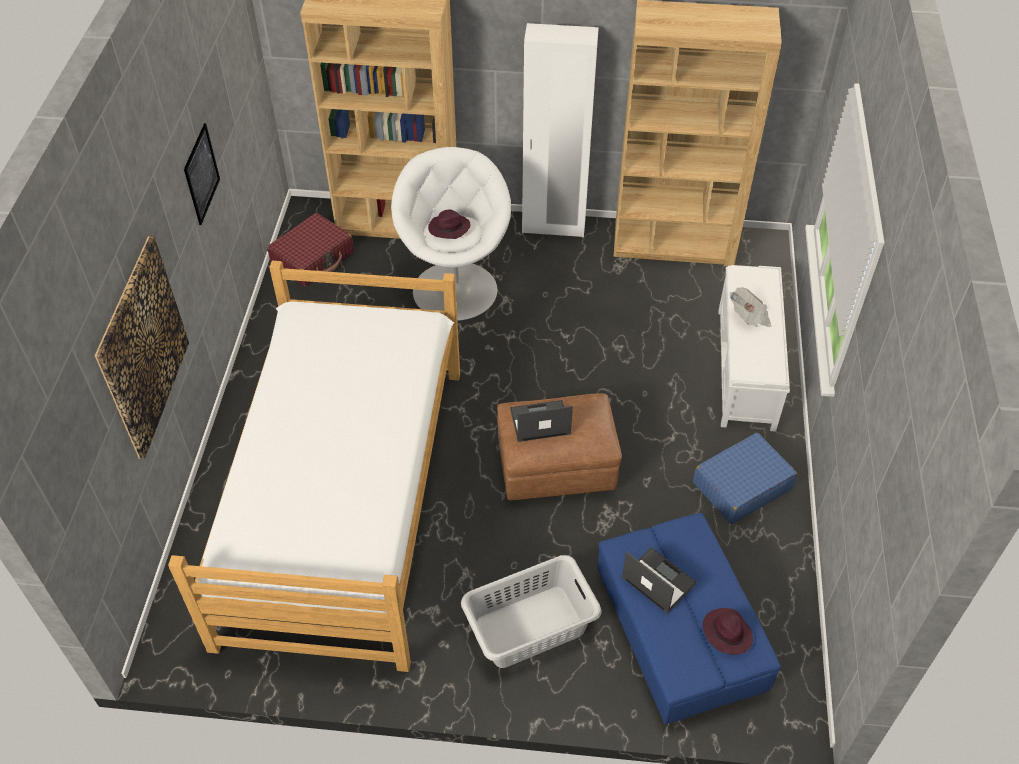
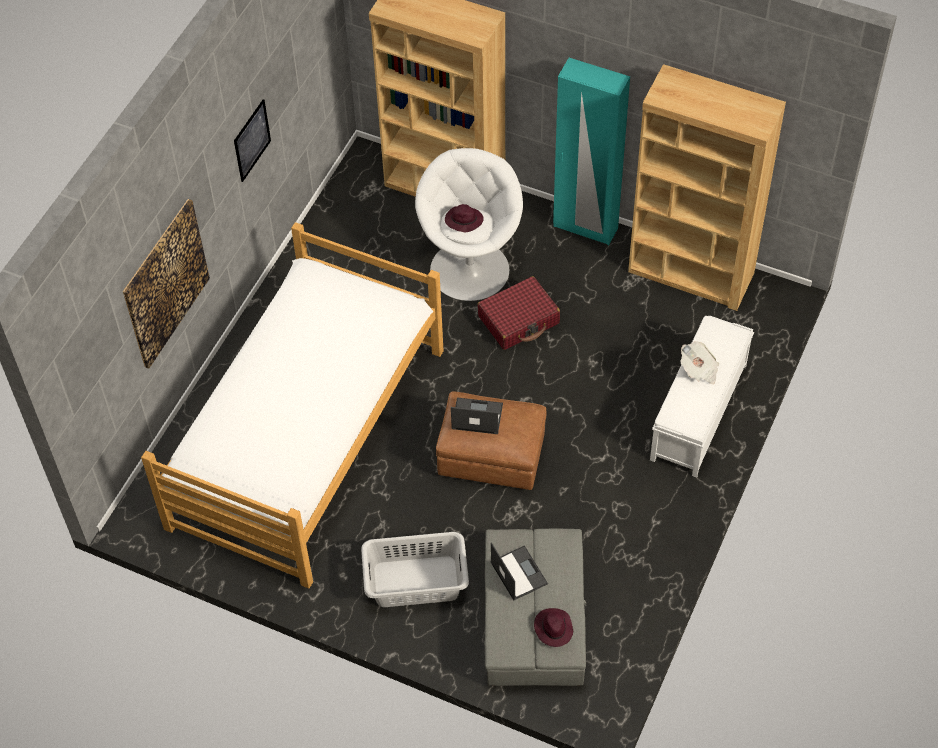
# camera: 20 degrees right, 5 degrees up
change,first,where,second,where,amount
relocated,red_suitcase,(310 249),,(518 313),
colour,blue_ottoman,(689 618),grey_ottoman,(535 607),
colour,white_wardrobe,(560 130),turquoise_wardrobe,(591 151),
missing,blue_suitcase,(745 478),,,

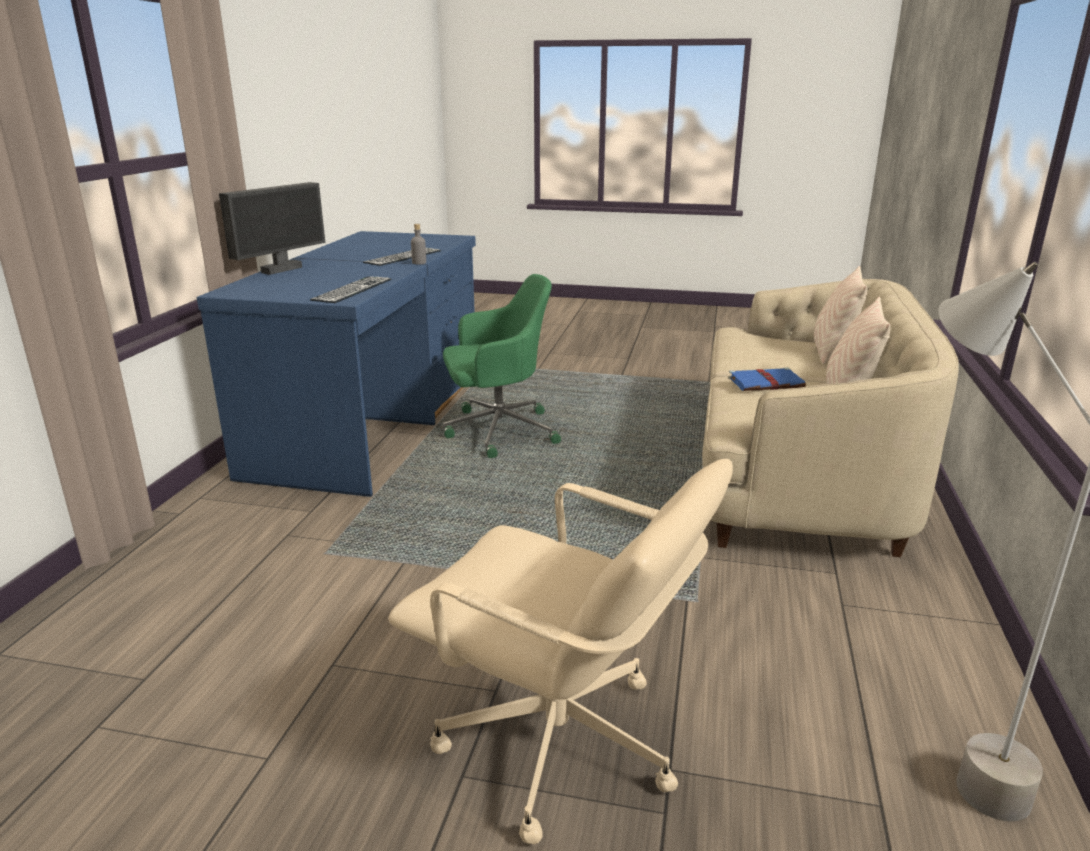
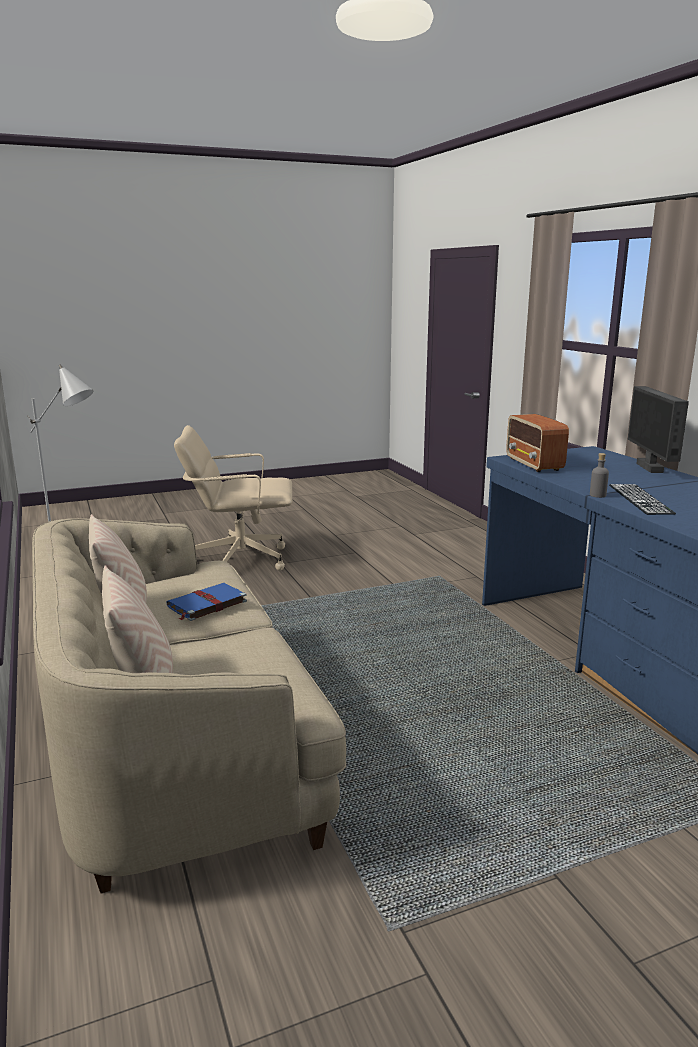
# camera: 145 degrees right, 5 degrees down
change,first,where,second,where,amount
exchanged,keyboard,(351 289),radio,(537 443),
missing,green_office_chair,(502 366),,,

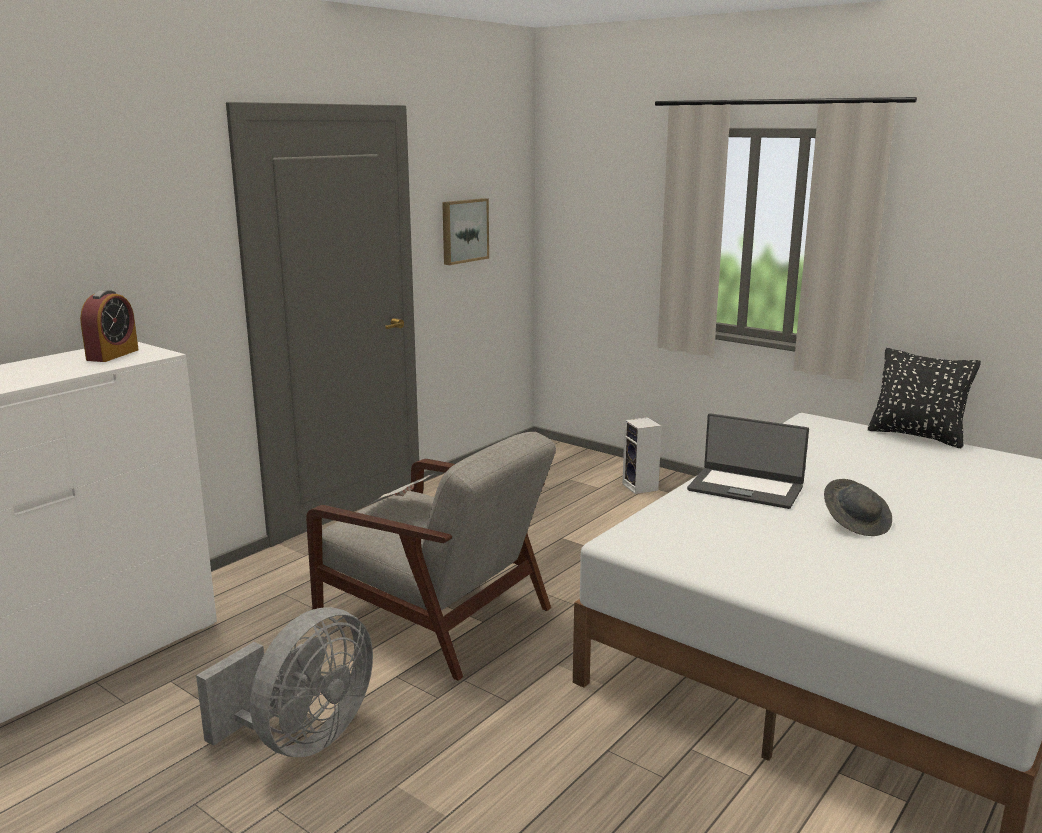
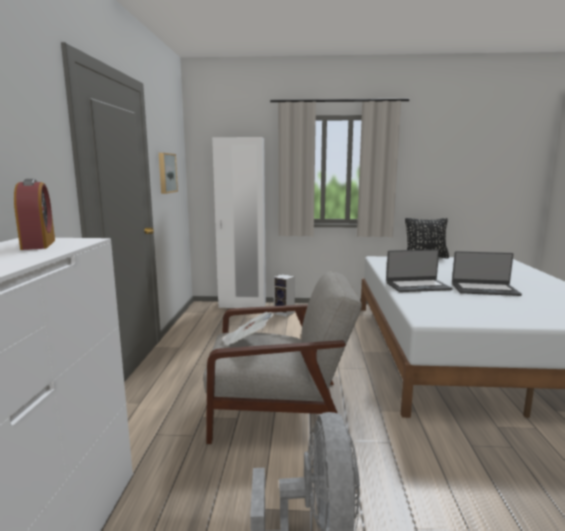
# camera: 35 degrees left, 5 degrees down
change,first,where,second,where,amount
appeared,,,white_wardrobe,(239 222),
exchanged,grey_hat,(858 507),laptop,(487 273),

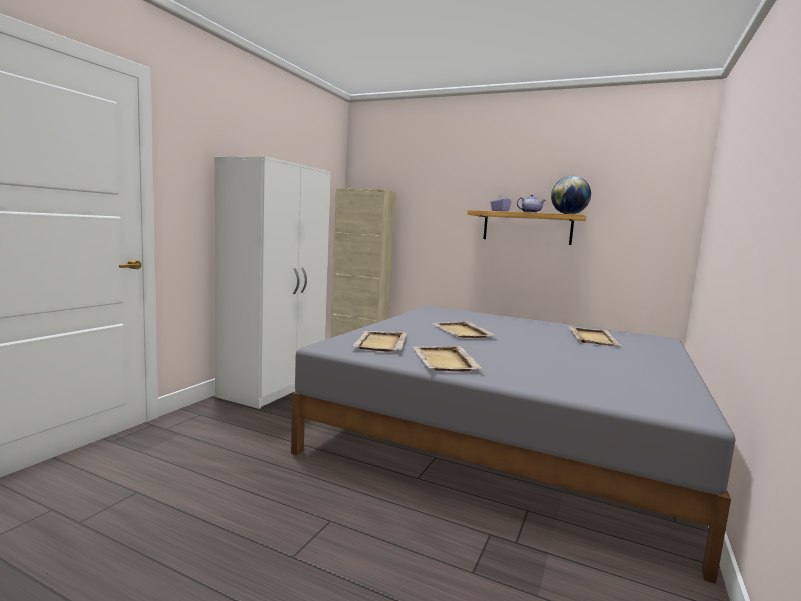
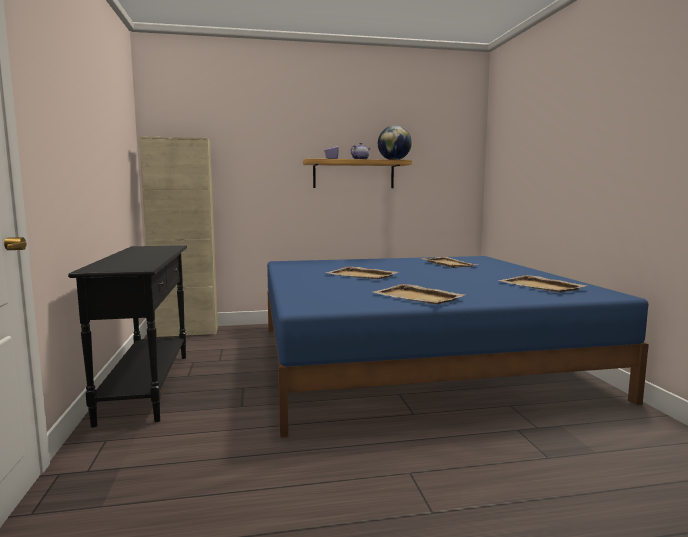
# camera: 35 degrees left, 0 degrees up
change,first,where,second,where,amount
exchanged,white_wardrobe,(273 282),black_console_table,(127 336),
colour,grey_bed,(513 445),blue_bed,(458 346),
relocated,beige_tray,(379 341),,(543 283),

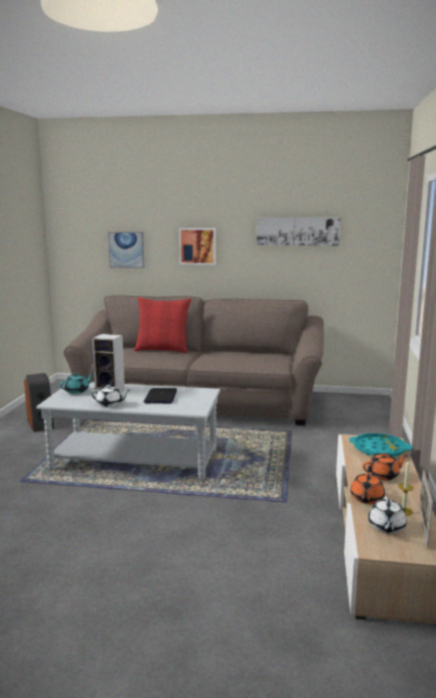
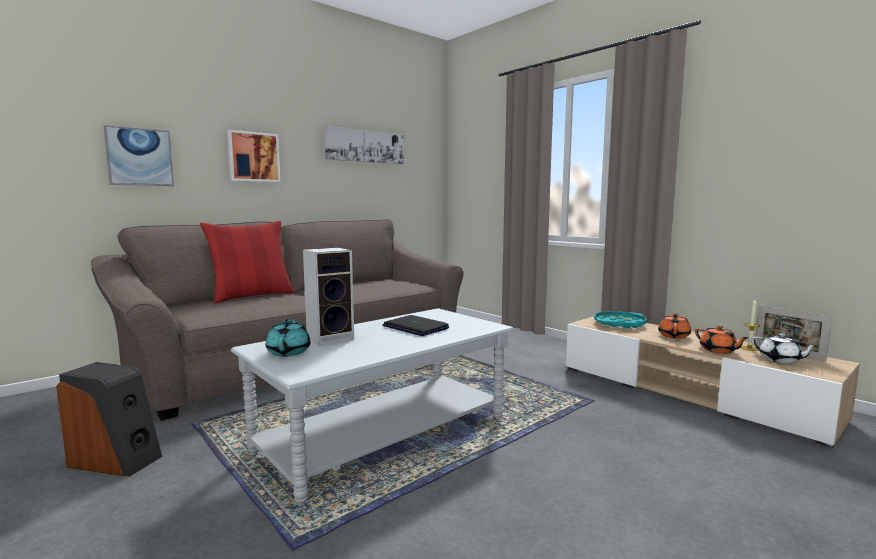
# camera: 50 degrees left, 5 degrees down
change,first,where,second,where,amount
missing,white_teapot,(110 396),,,

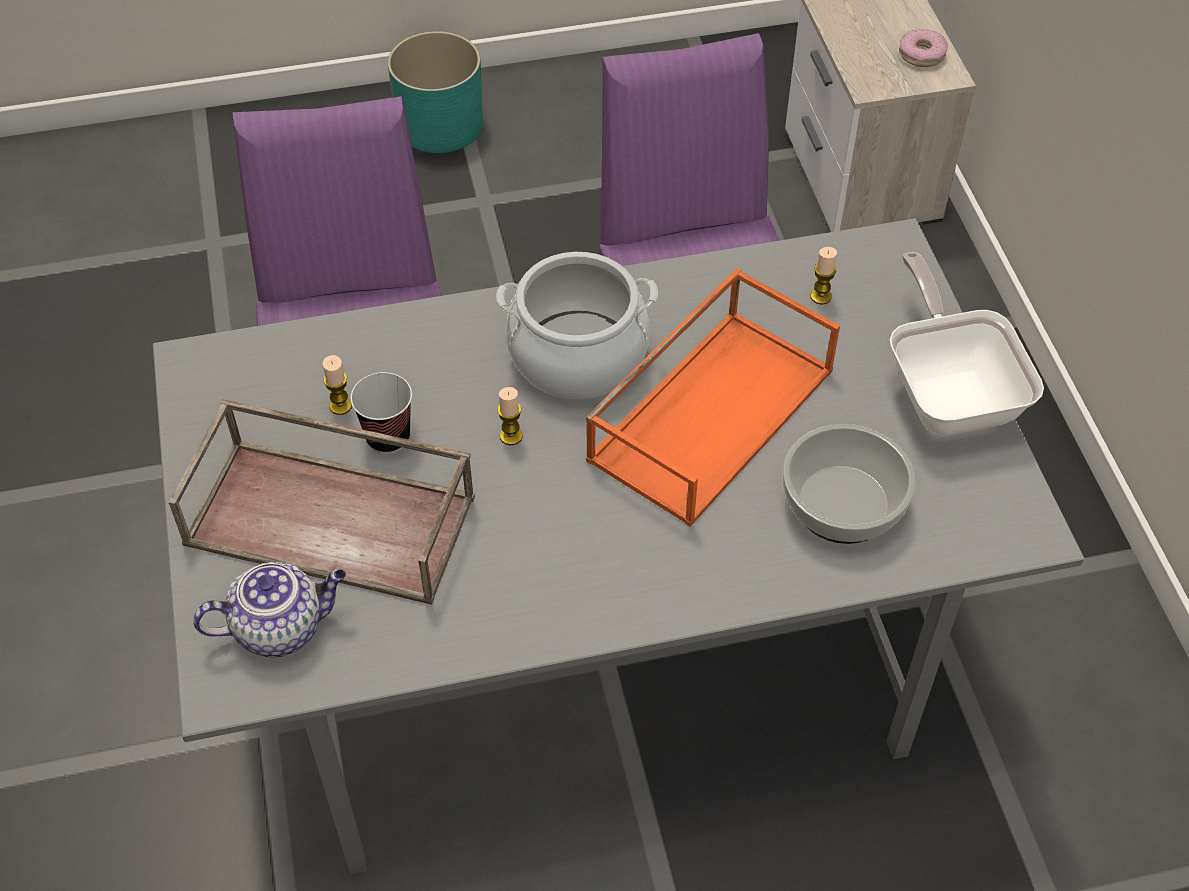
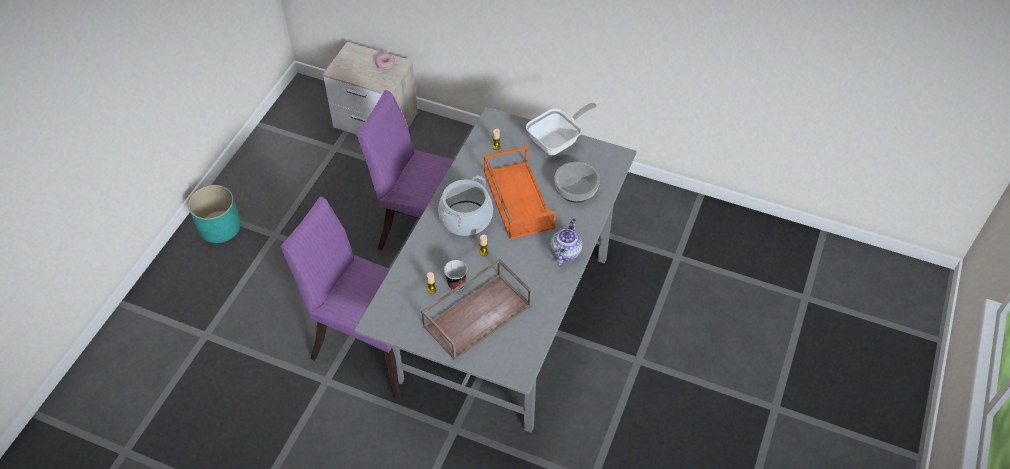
# camera: 55 degrees left, 0 degrees up
change,first,where,second,where,amount
spun,frying_pan,(967 344),,(561 129),120 degrees clockwise
relocated,teapot,(269 609),,(566 242),

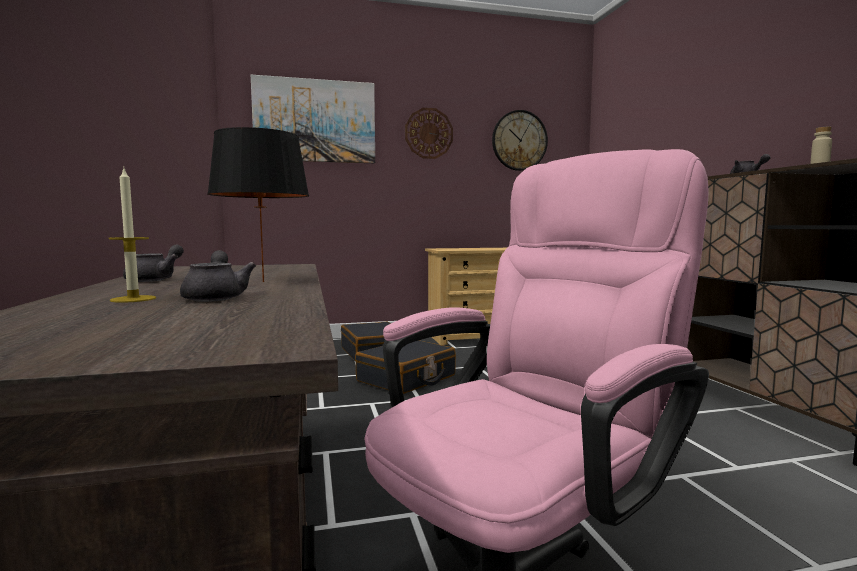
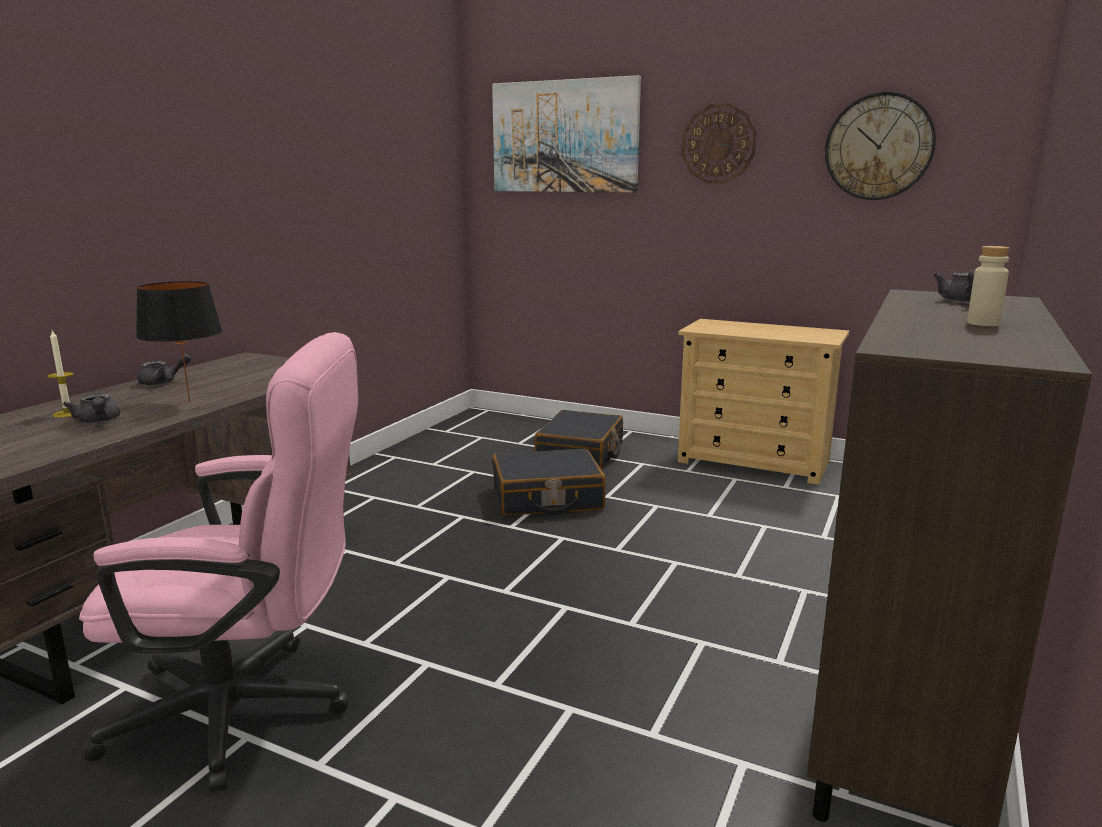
# camera: 40 degrees right, 10 degrees up
change,first,where,second,where,amount
spun,grey_teapot,(218 276),,(91 408),120 degrees clockwise

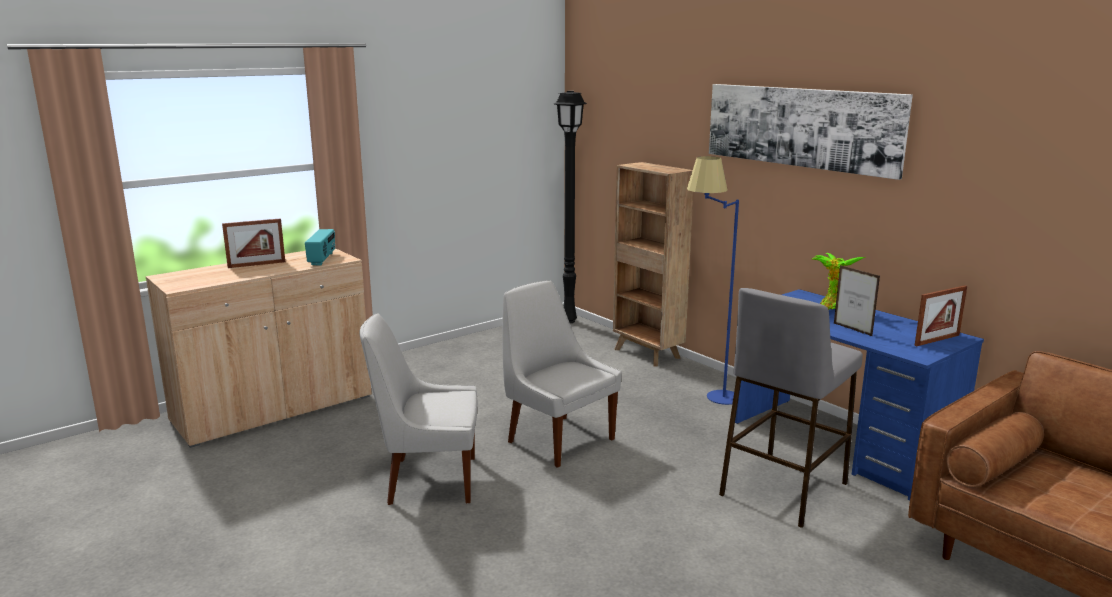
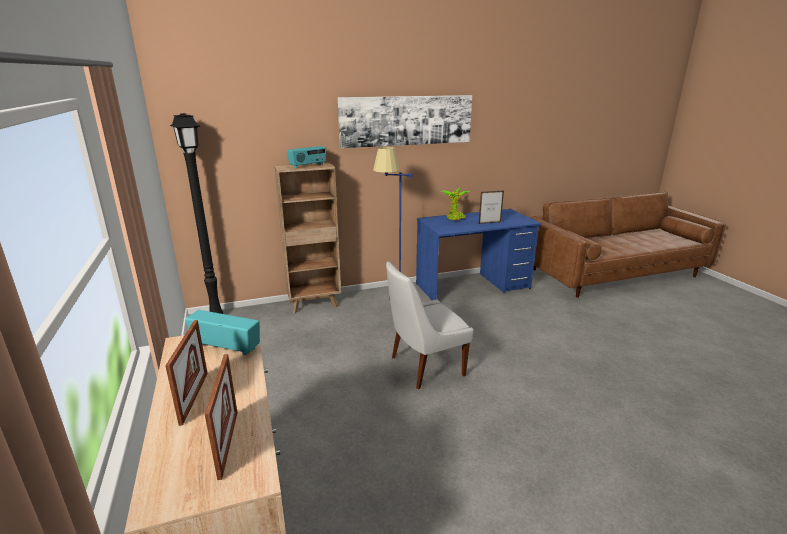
# camera: 70 degrees left, 5 degrees up
change,first,where,second,where,amount
relocated,picture_frame,(941 315),,(221 417),
appeared,,,radio,(306 157),
missing,white_chair,(418 409),,,
missing,grey_stool,(791 408),,,

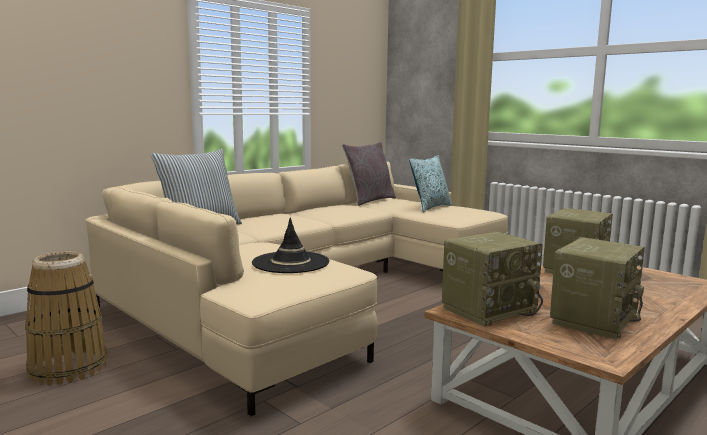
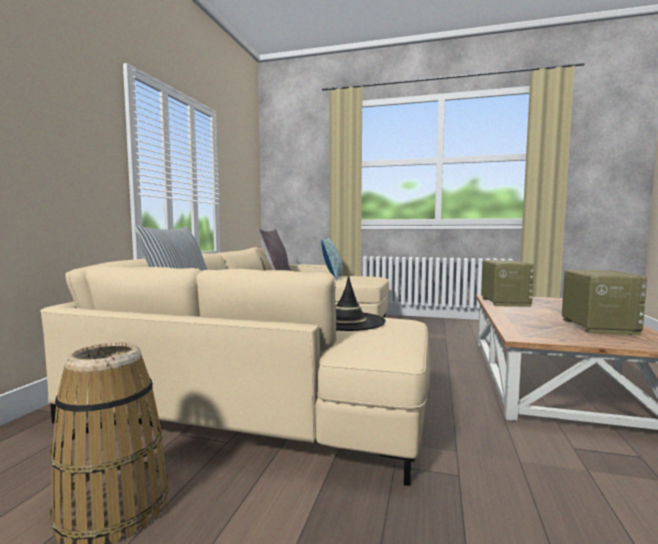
# camera: 30 degrees left, 5 degrees down
change,first,where,second,where,amount
missing,radio,(492 279),,,

